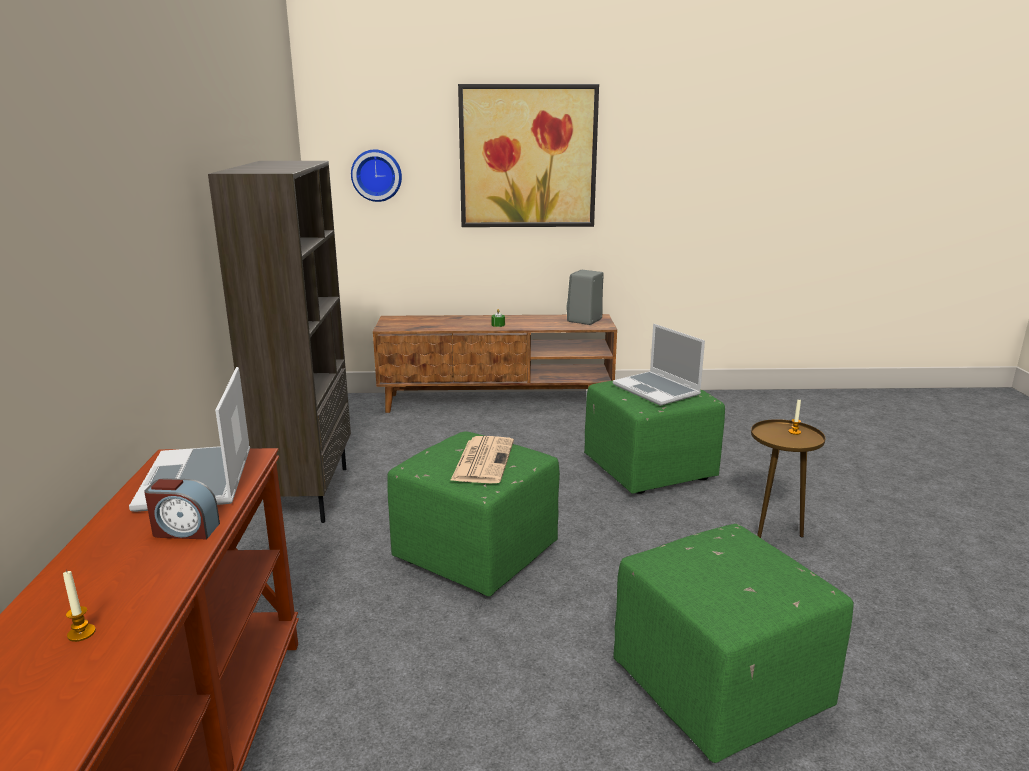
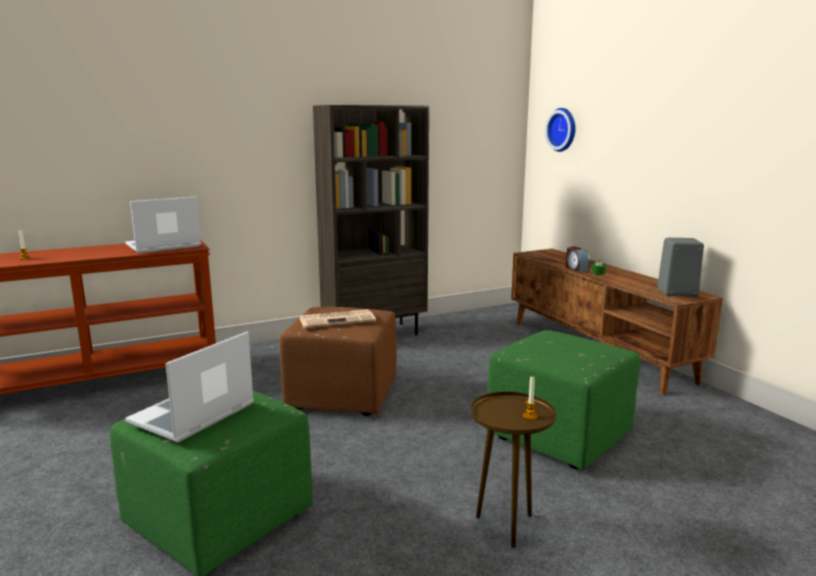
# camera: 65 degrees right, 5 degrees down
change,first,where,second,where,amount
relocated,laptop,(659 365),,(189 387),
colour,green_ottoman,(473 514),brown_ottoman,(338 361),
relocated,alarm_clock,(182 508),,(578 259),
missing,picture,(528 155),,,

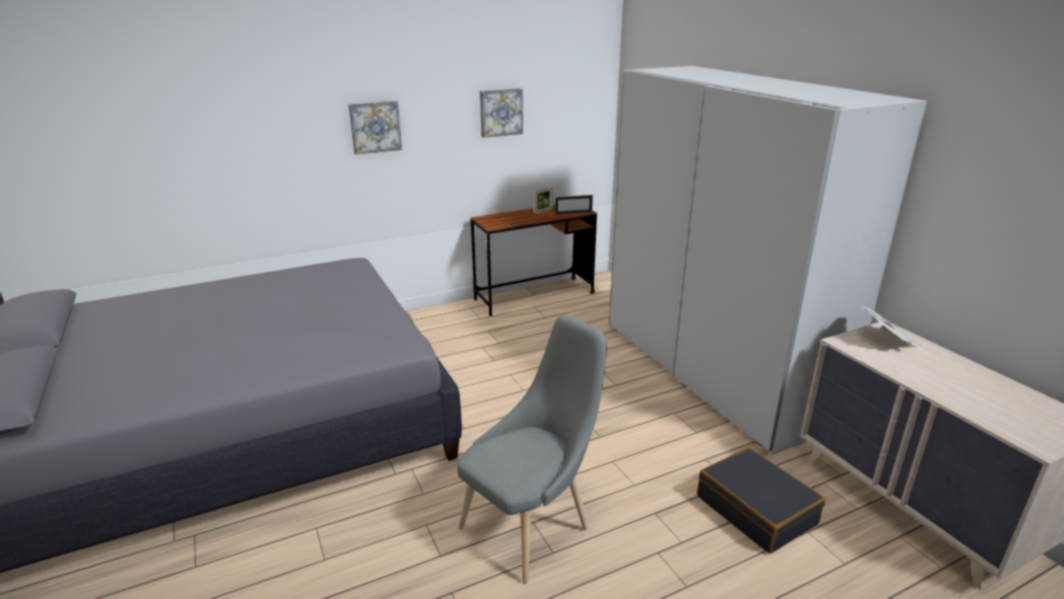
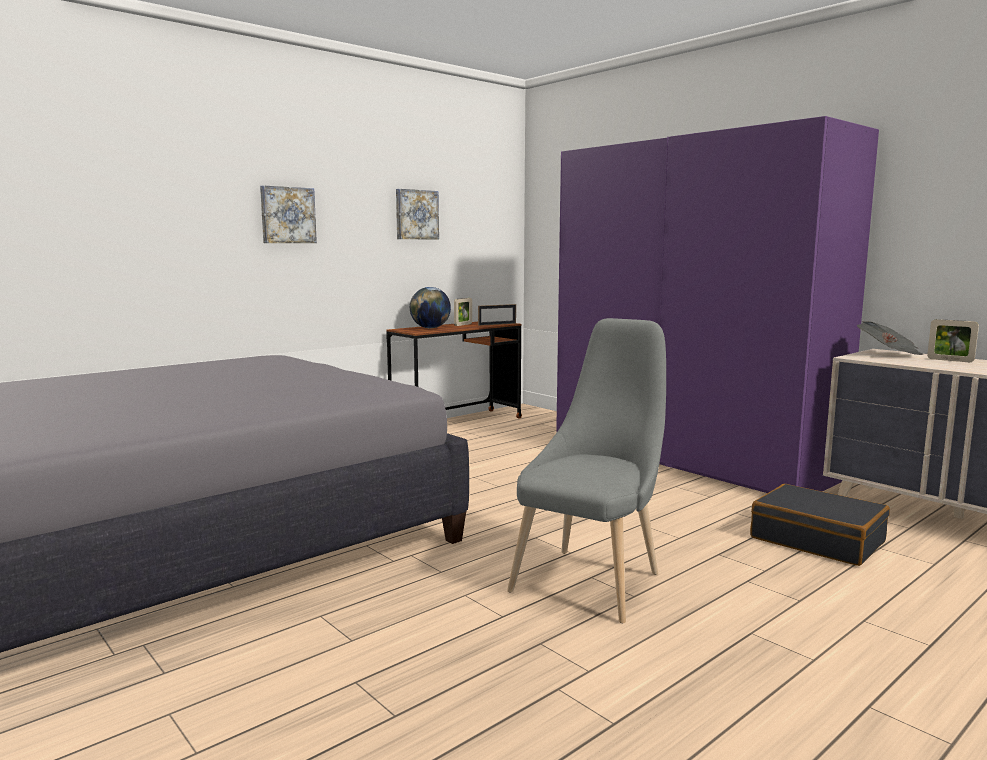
# camera: 15 degrees left, 15 degrees down
change,first,where,second,where,amount
appeared,,,globe,(430 307),
colour,white_wardrobe,(768 260),purple_wardrobe,(717 304),
appeared,,,picture_frame,(953 340),

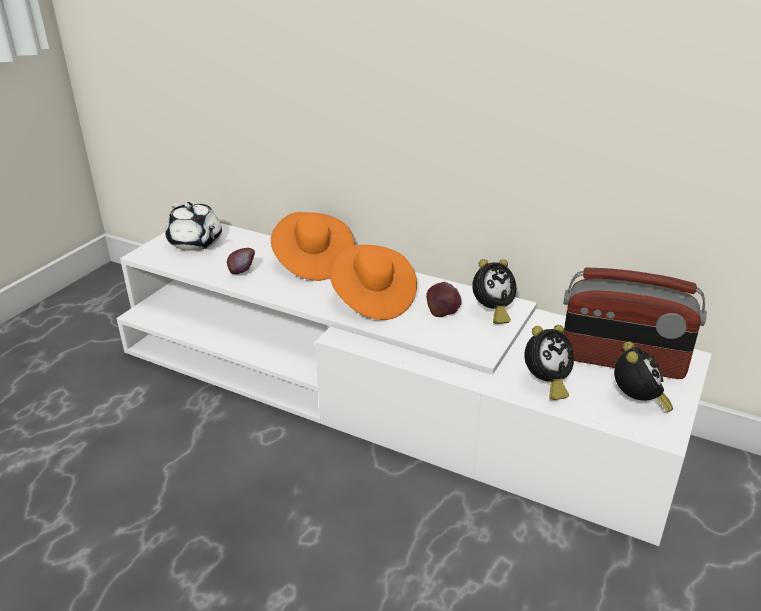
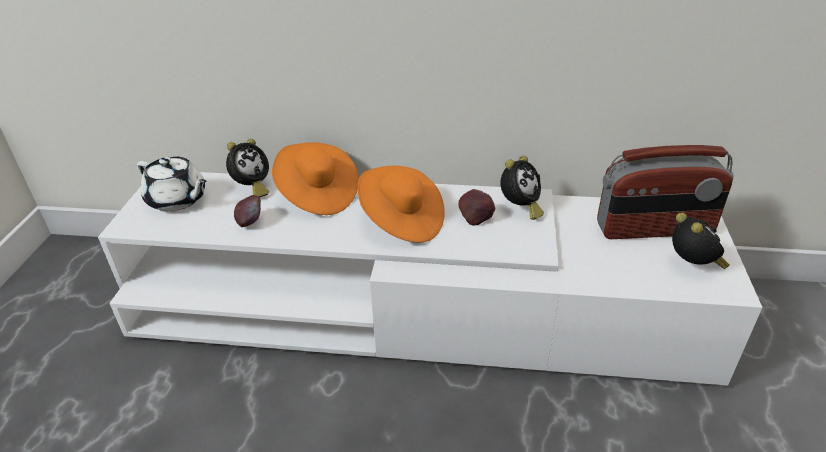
# camera: 20 degrees left, 5 degrees up
change,first,where,second,where,amount
relocated,alarm_clock,(549 362),,(247 168),

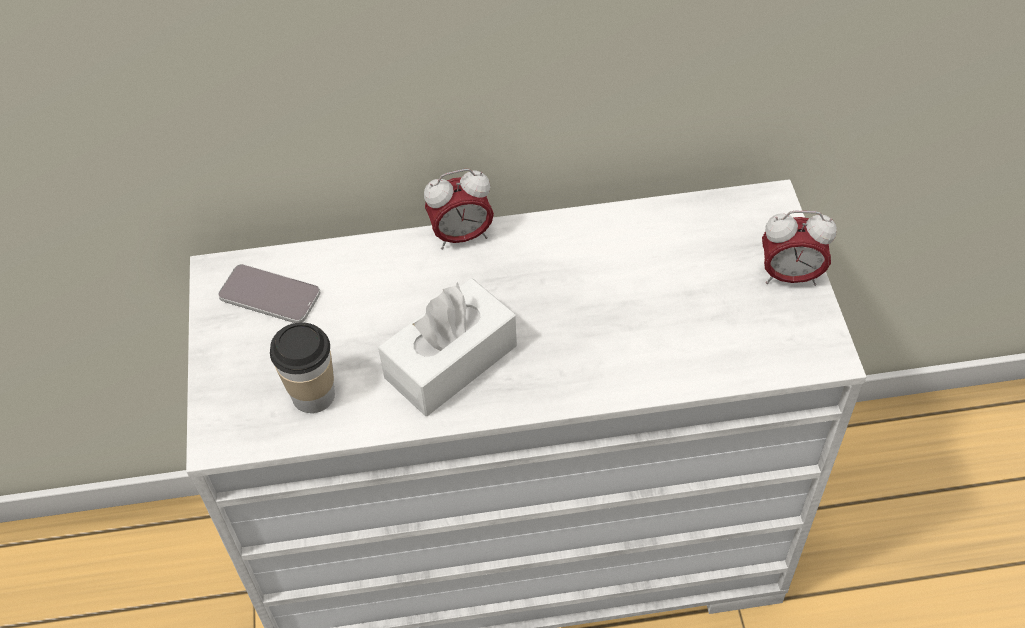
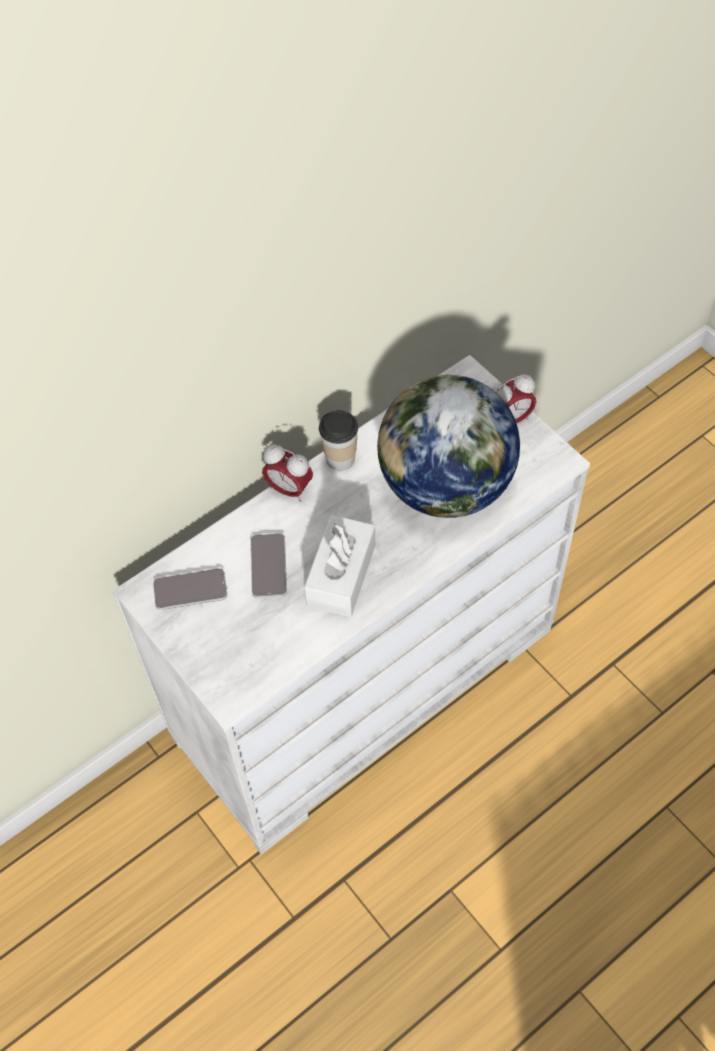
# camera: 30 degrees left, 5 degrees up
change,first,where,second,where,amount
appeared,,,phone,(269 565),
spun,alarm_clock,(459 209),,(287 473),75 degrees clockwise
relocated,cup,(302 368),,(338 440),
appeared,,,globe,(448 446),

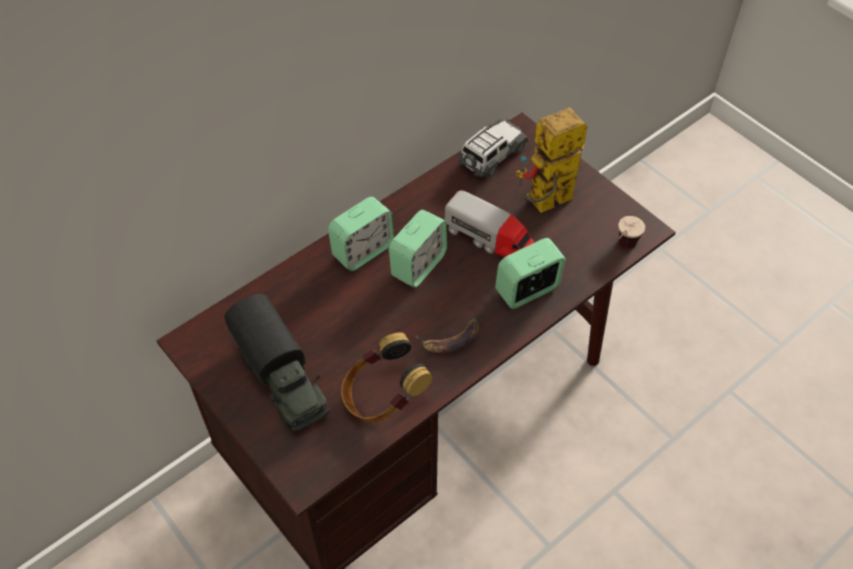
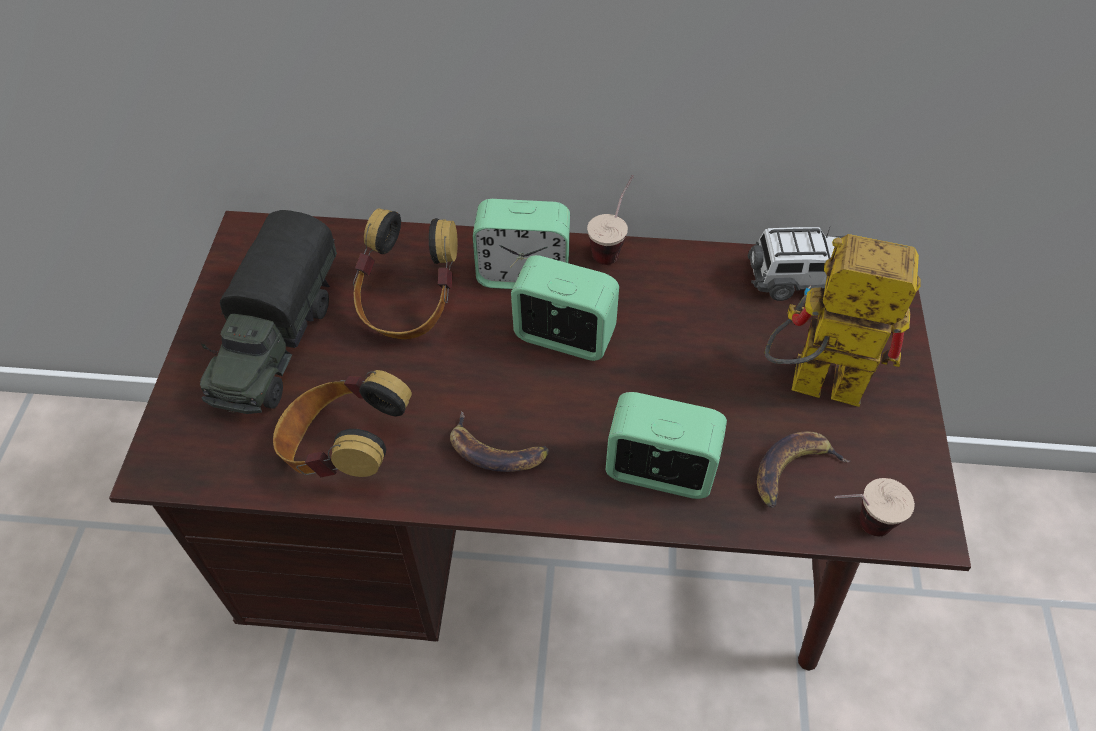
# camera: 45 degrees right, 0 degrees up
change,first,where,second,where,amount
appeared,,,headphones,(405 273),
spun,alarm_clock,(418 249),,(565 308),150 degrees counterclockwise
appeared,,,cup,(610 220),
appeared,,,banana,(803 469),
missing,toy_truck,(489 223),,,

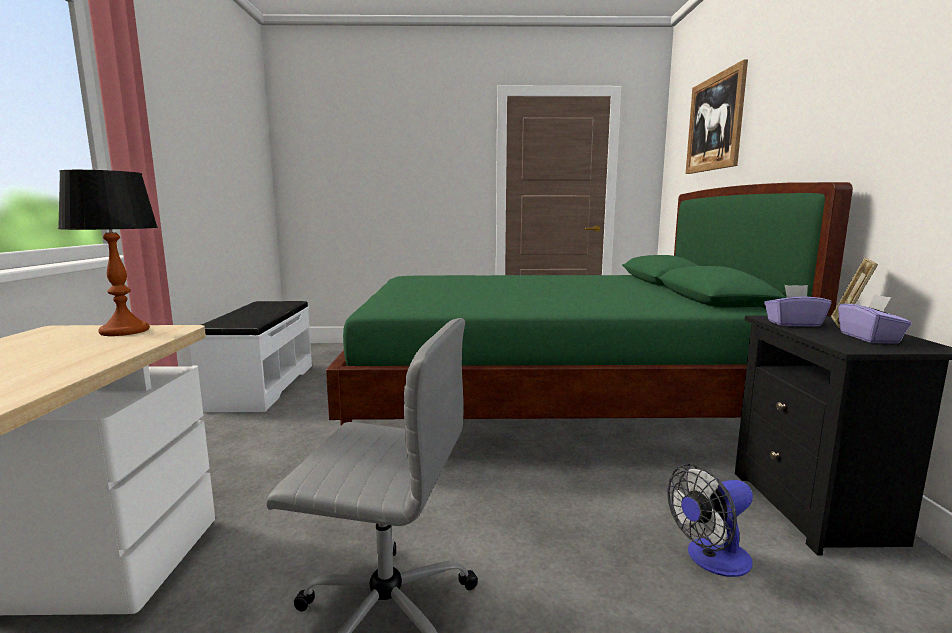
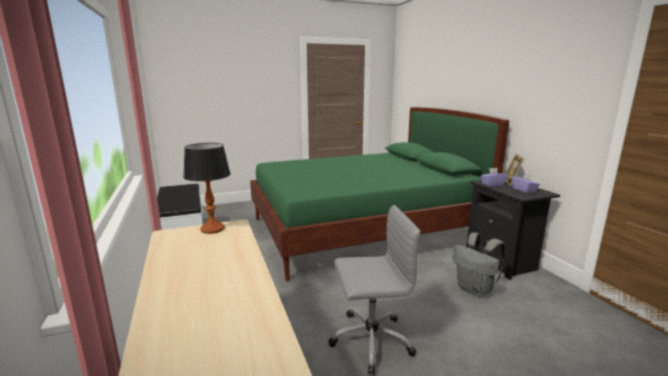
# camera: 20 degrees left, 5 degrees up
change,first,where,second,where,amount
exchanged,fan,(710 520),grey_backpack,(479 265),
missing,picture,(717 116),,,

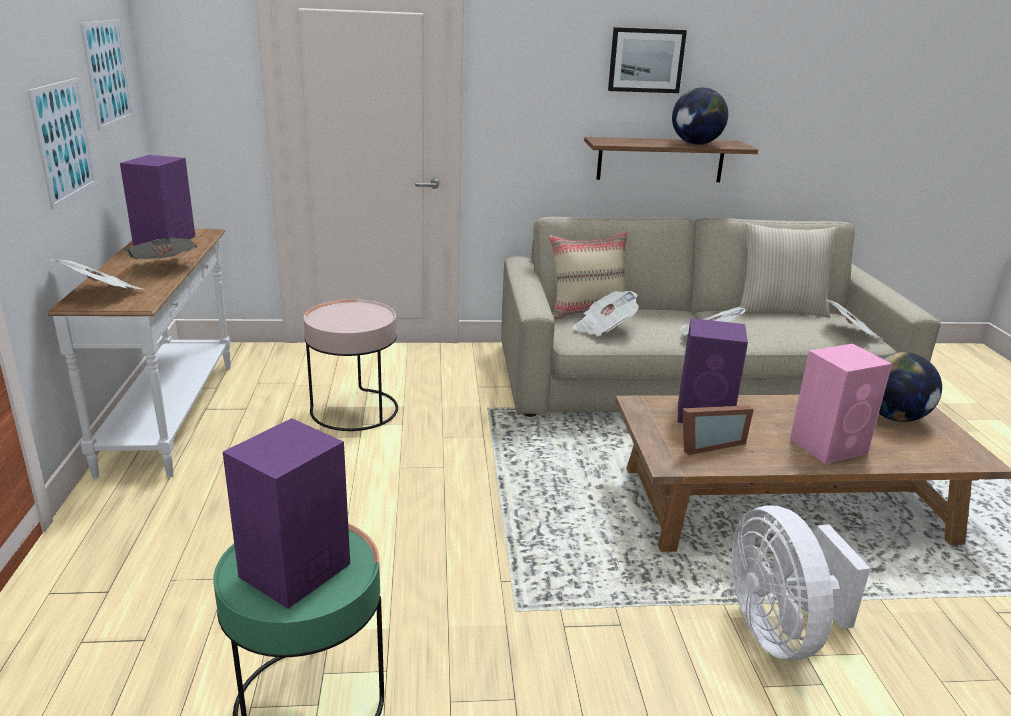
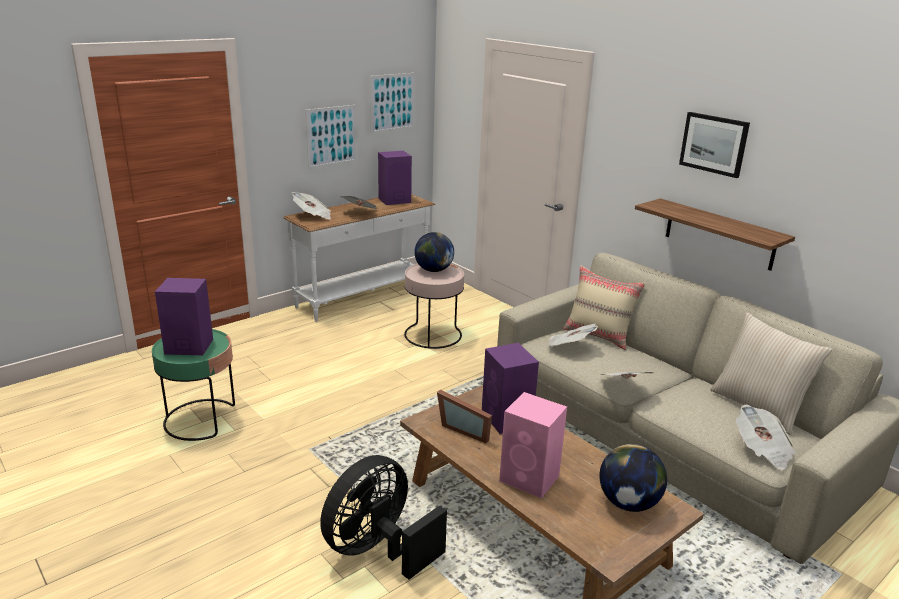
# camera: 55 degrees right, 0 degrees up
change,first,where,second,where,amount
colour,white_fan,(801 583),black_fan,(383 517),
relocated,globe,(700 116),,(434 252),

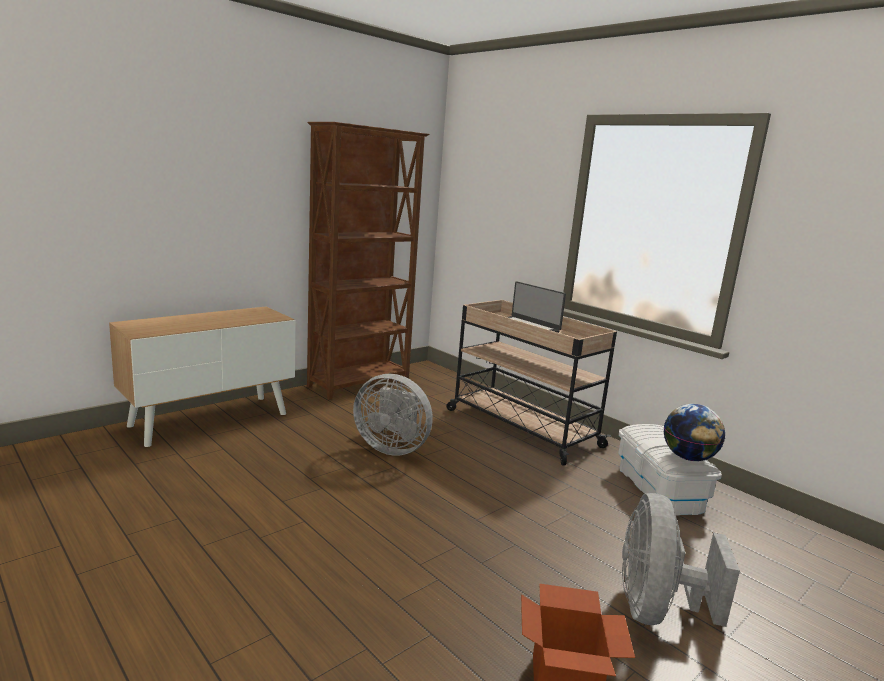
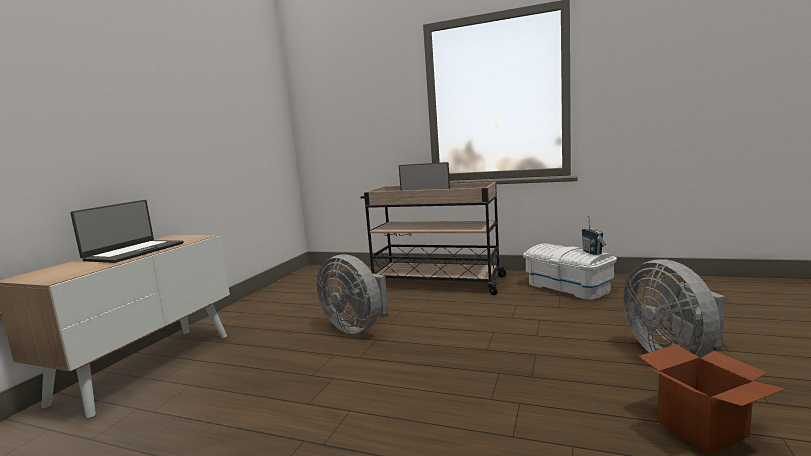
# camera: 25 degrees left, 5 degrees down
change,first,where,second,where,amount
appeared,,,laptop,(127 231),
spun,grey_fan,(393 415),,(352 294),45 degrees clockwise
exchanged,globe,(694 432),radio,(594 235),
missing,brown_bookcase,(368 261),,,

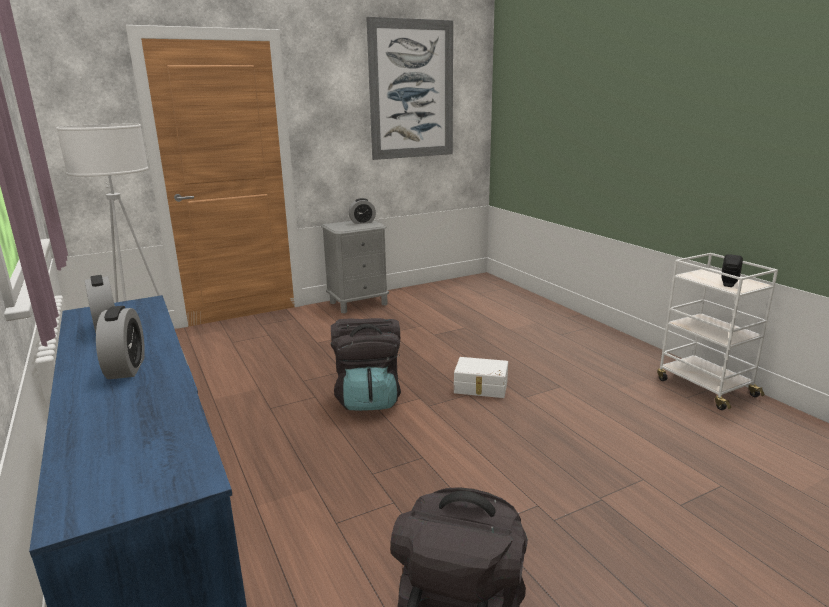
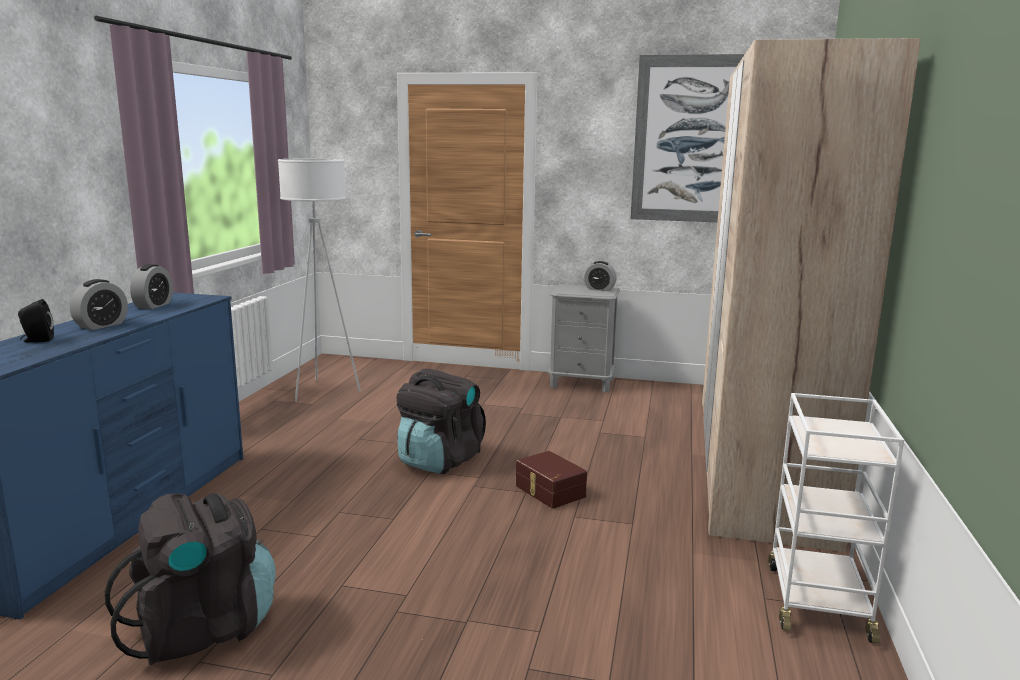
# camera: 40 degrees right, 5 degrees down
change,first,where,second,where,amount
relocated,black_speaker,(732 270),,(36 320),
colour,white_storage_box,(481 377),brown_storage_box,(551 480),
appeared,,,beige_wardrobe,(811 295),

